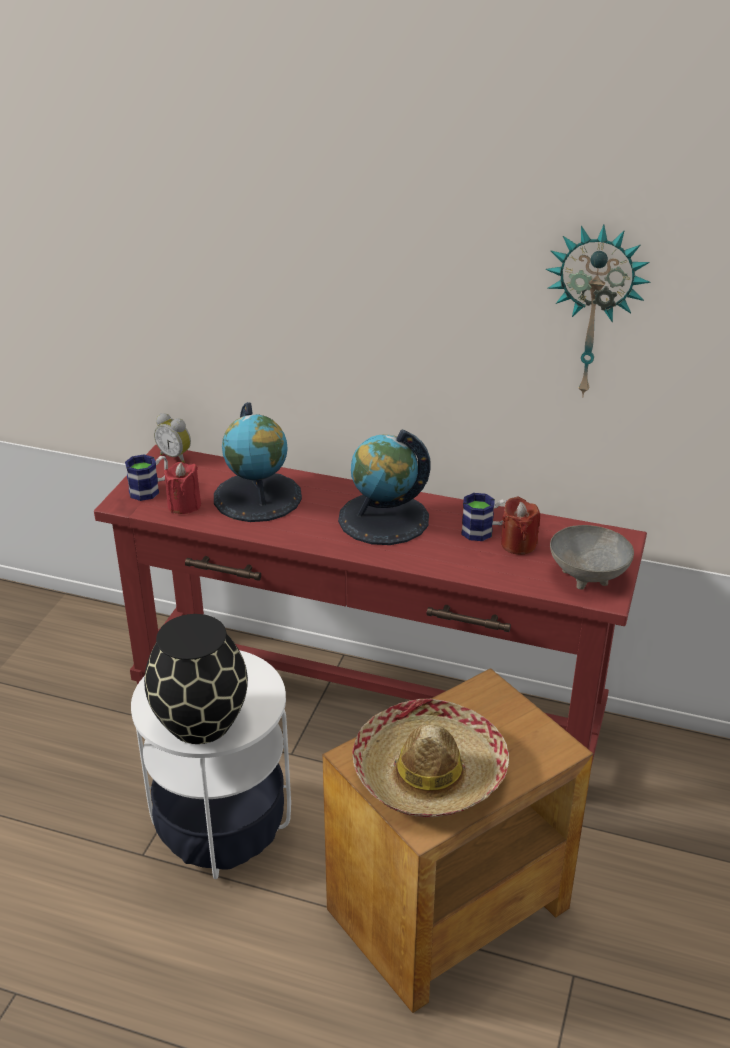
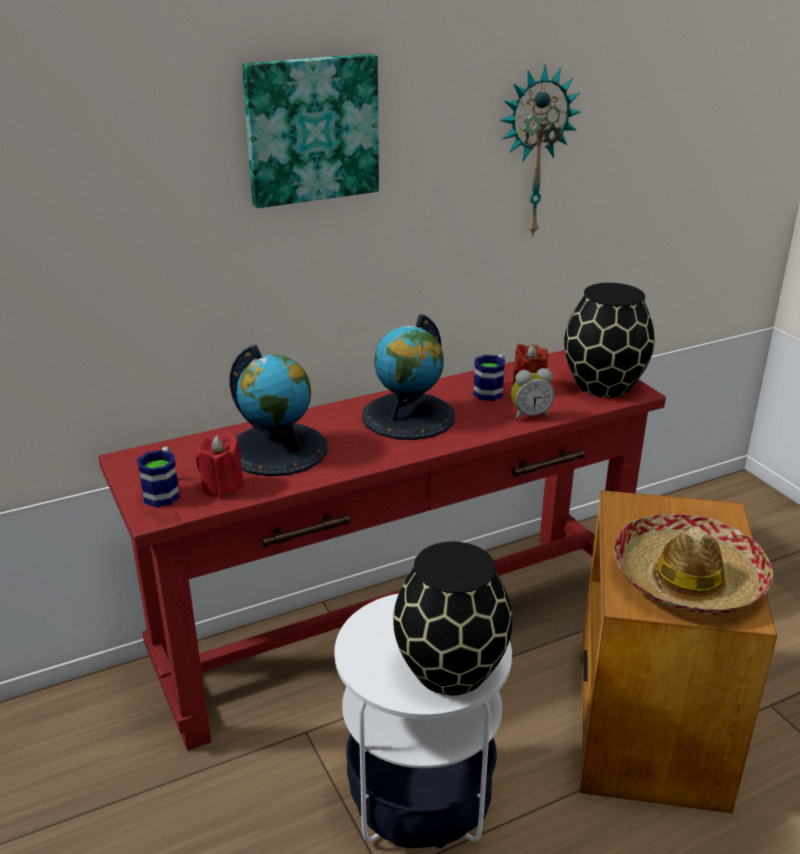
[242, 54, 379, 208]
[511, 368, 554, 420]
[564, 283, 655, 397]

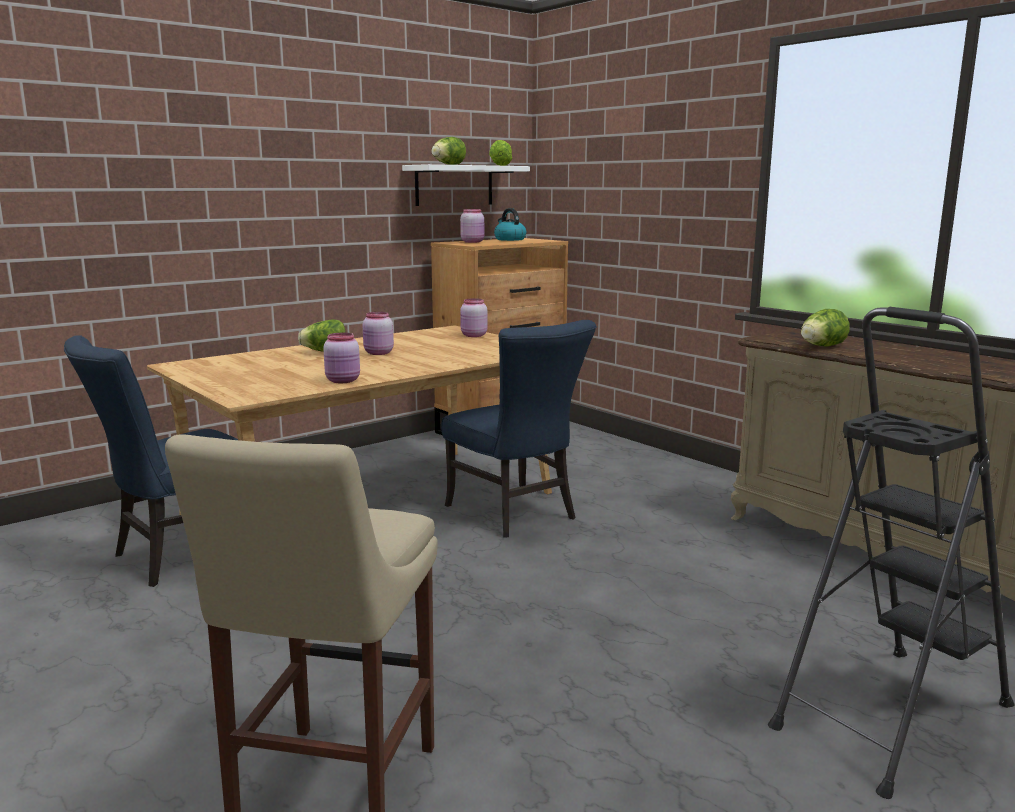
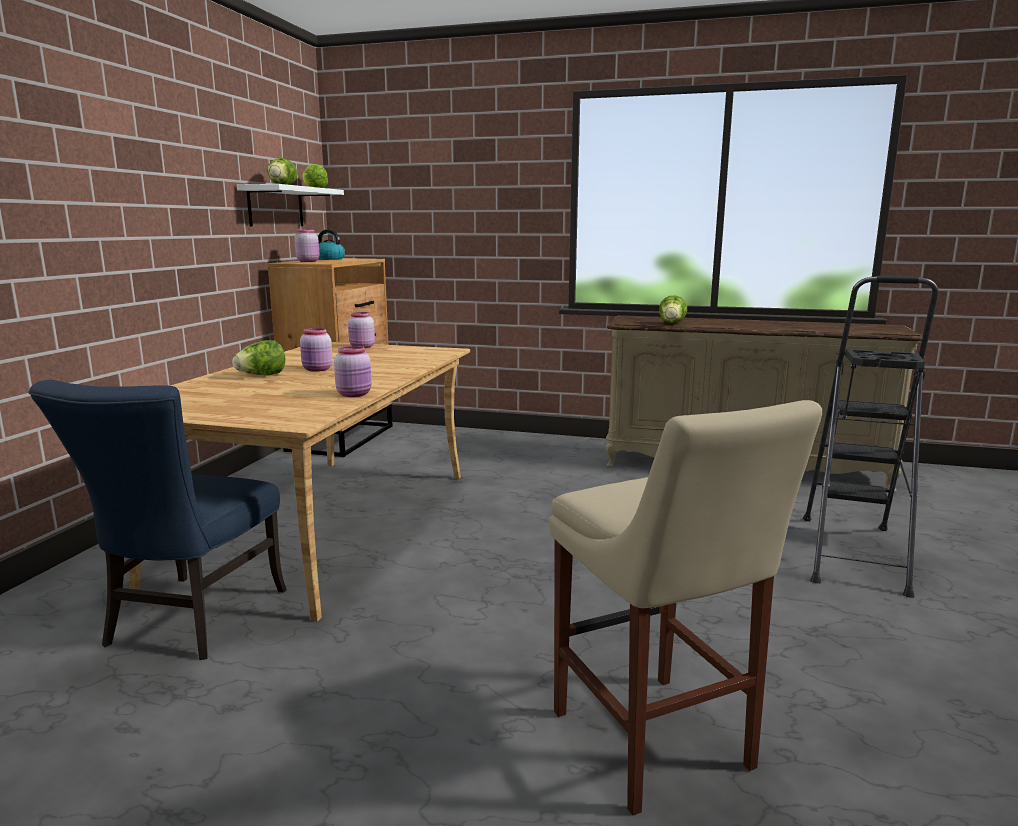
[441, 320, 597, 537] (first image)

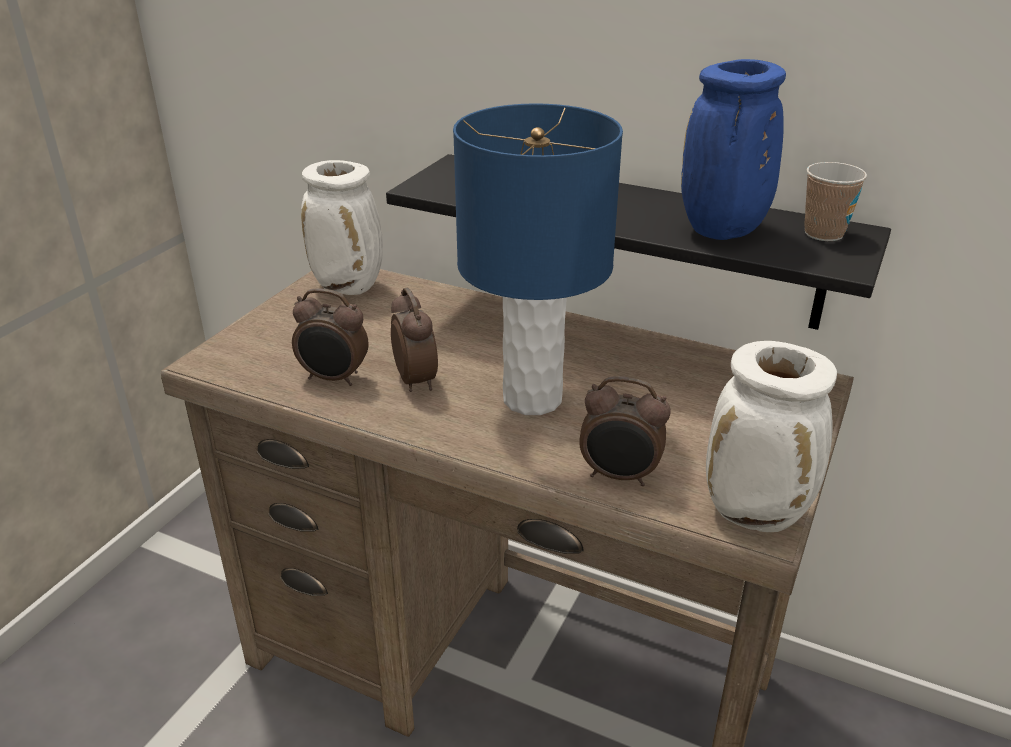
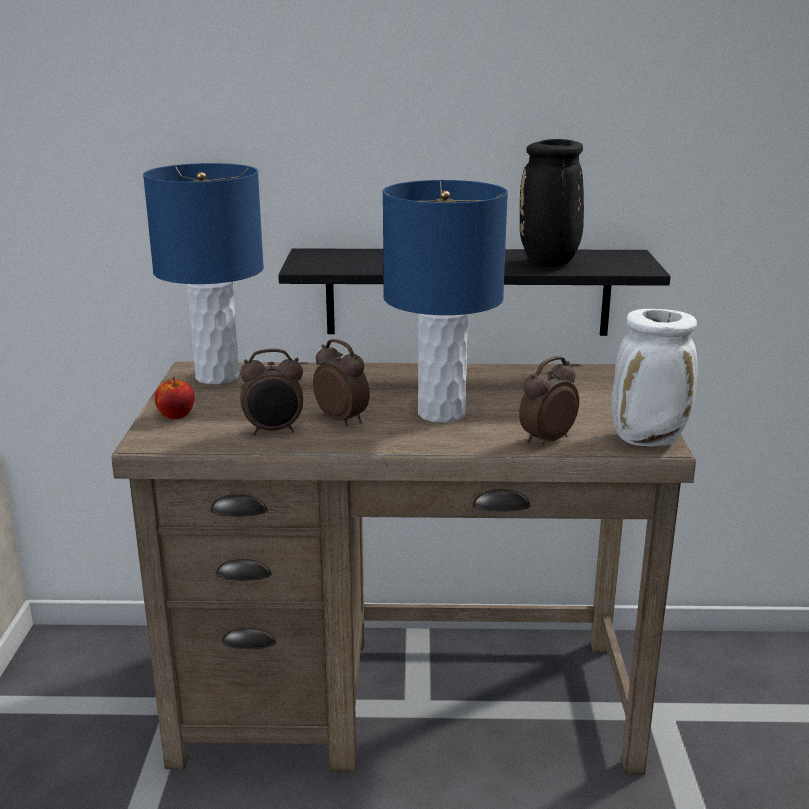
[143, 163, 264, 384]
[155, 377, 195, 419]
[519, 356, 579, 447]
[520, 139, 584, 267]
[804, 162, 867, 241] (first image)

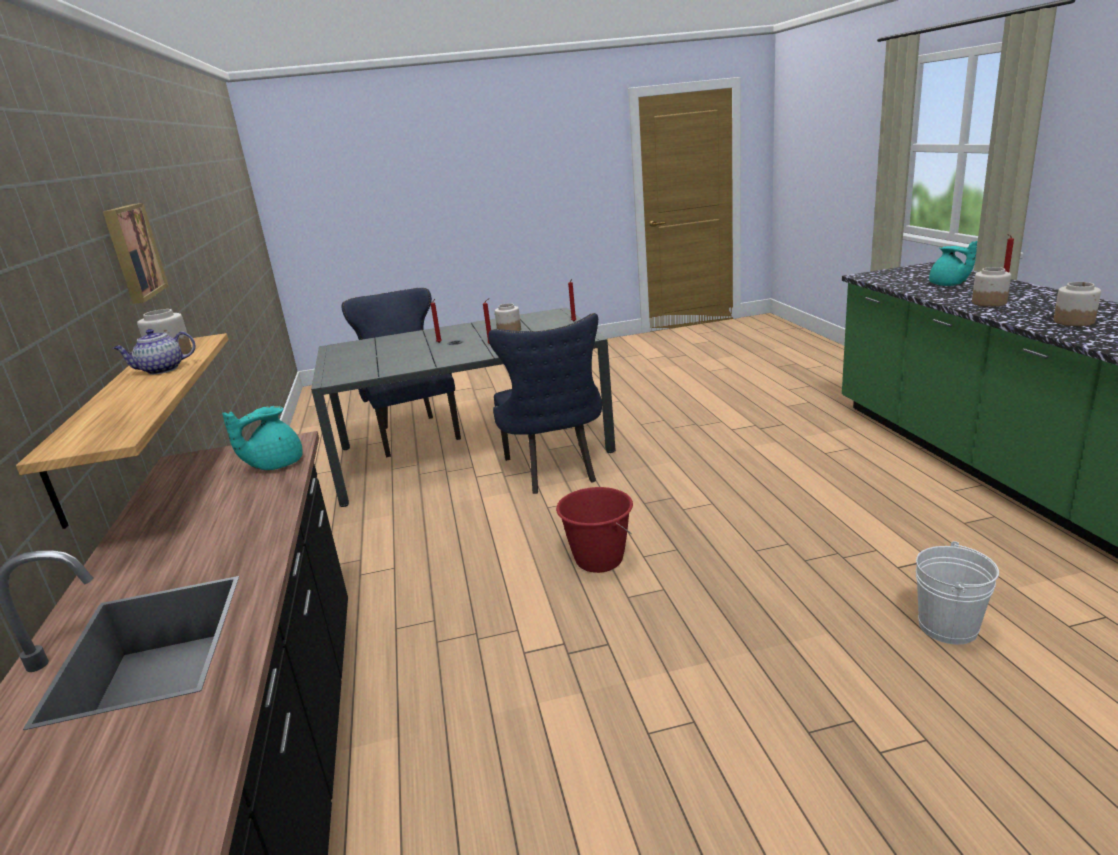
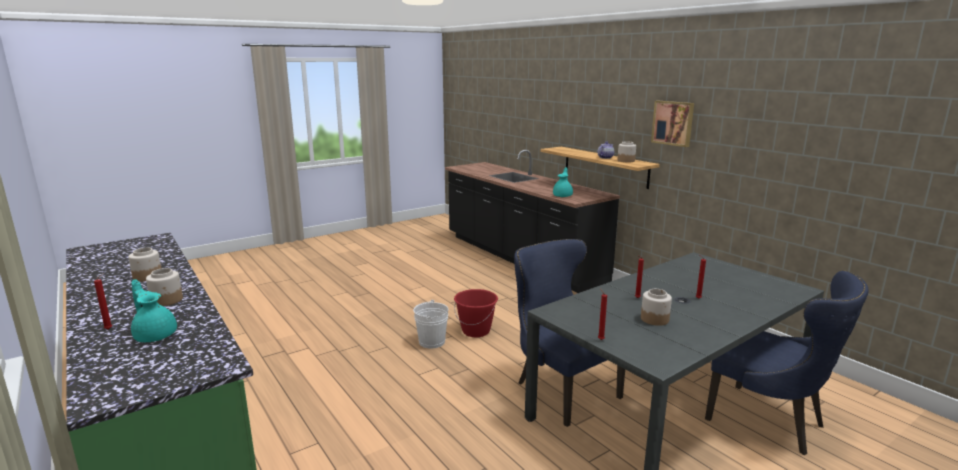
[413, 300, 448, 349]

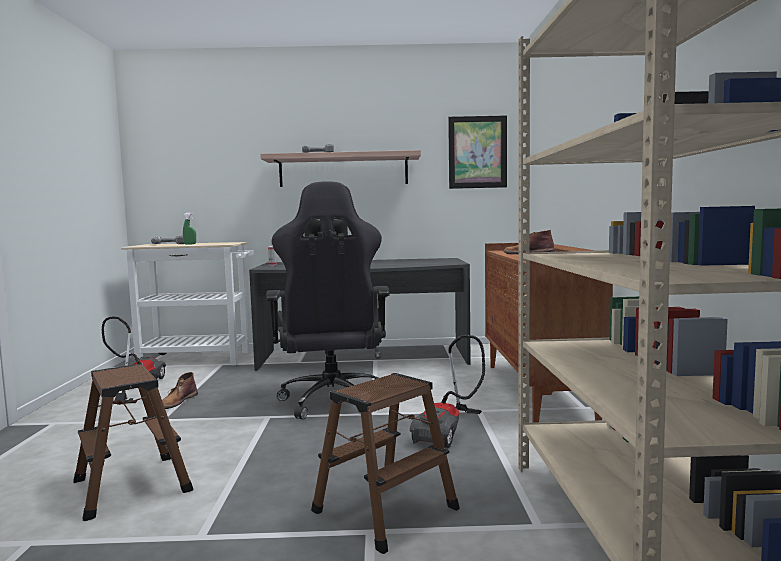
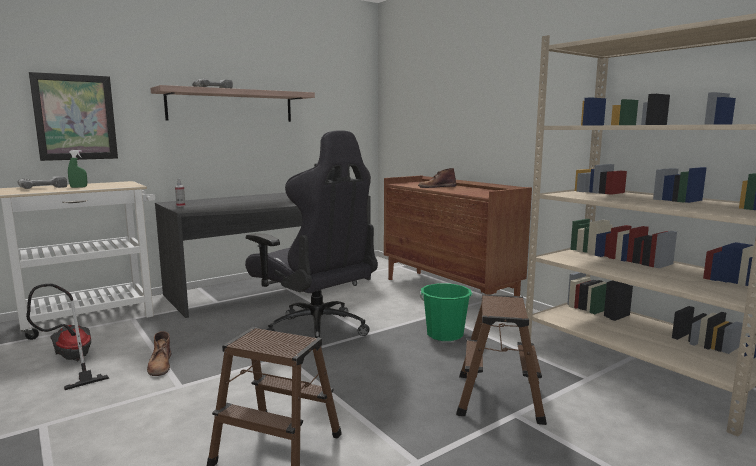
[29, 72, 118, 161]
[420, 283, 472, 341]

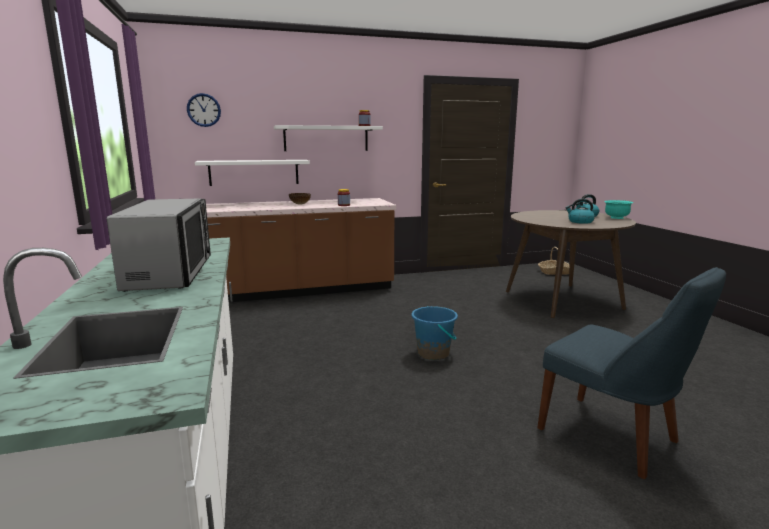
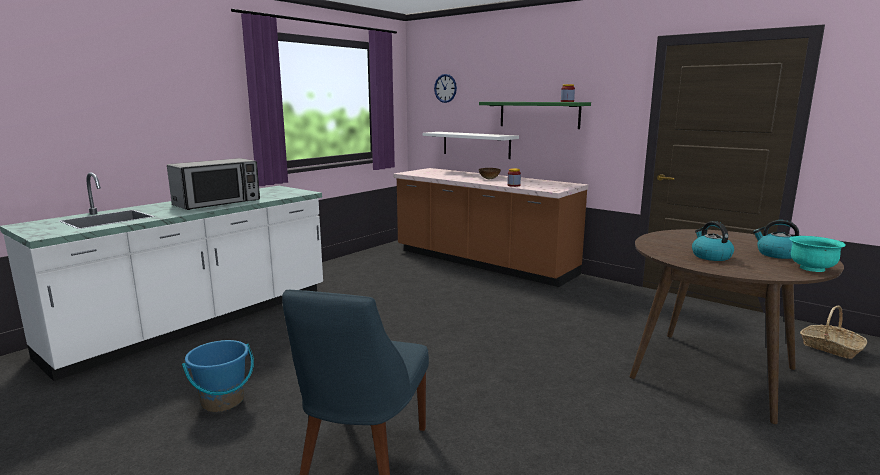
[182, 340, 254, 412]
[479, 102, 591, 129]

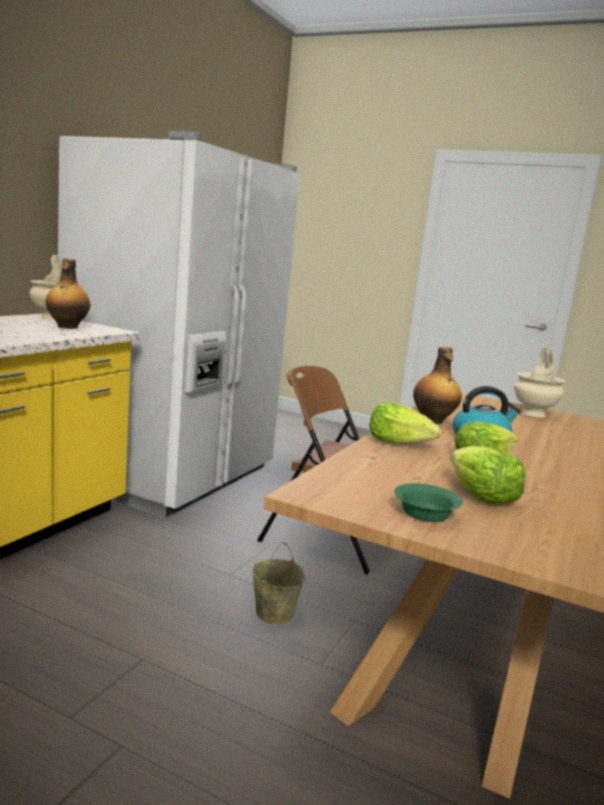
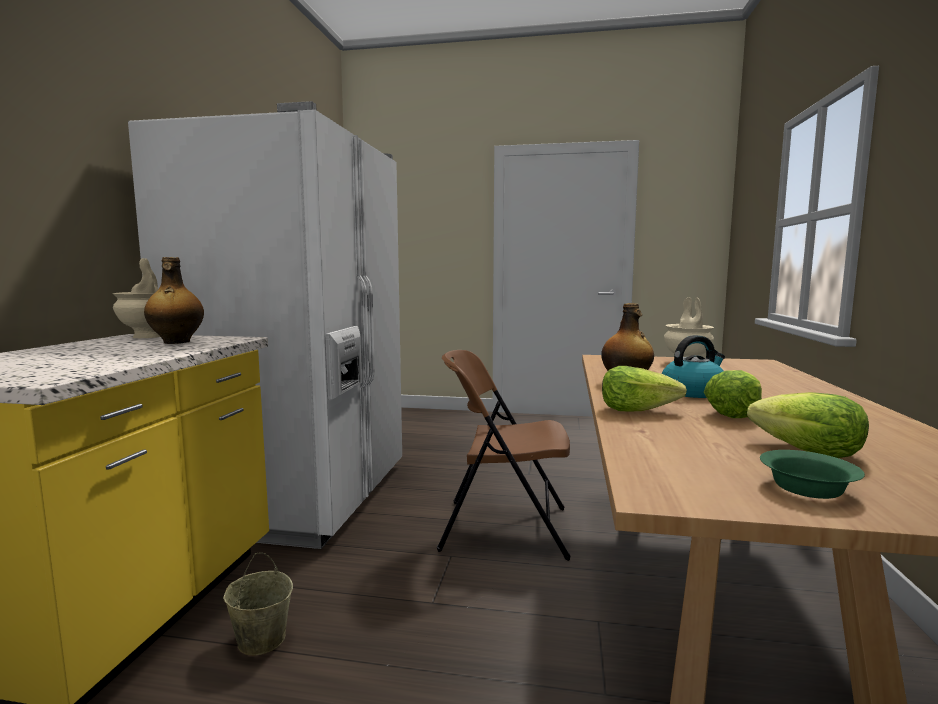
[223, 552, 293, 656]

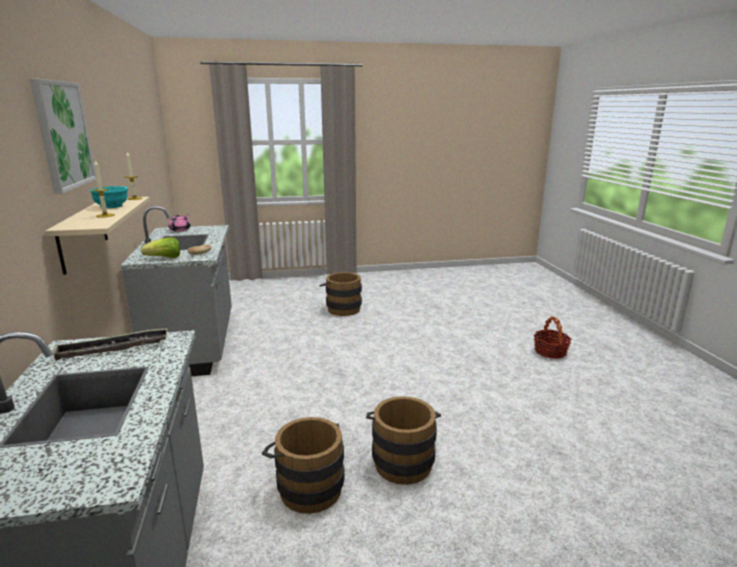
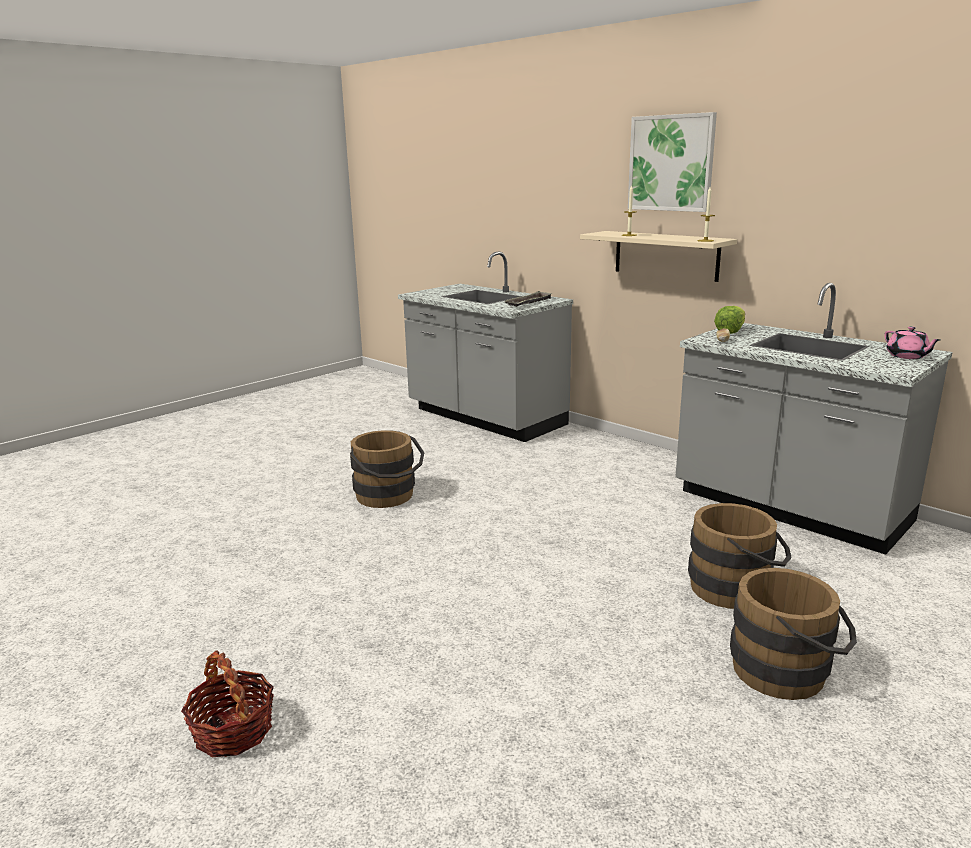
[688, 503, 792, 609]
[90, 186, 128, 208] (first image)

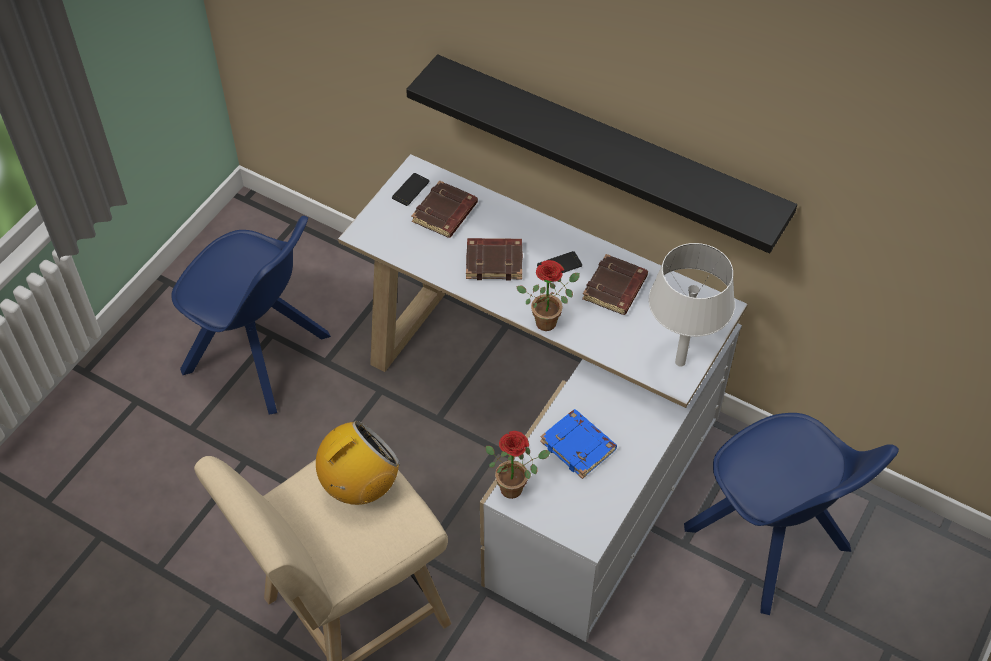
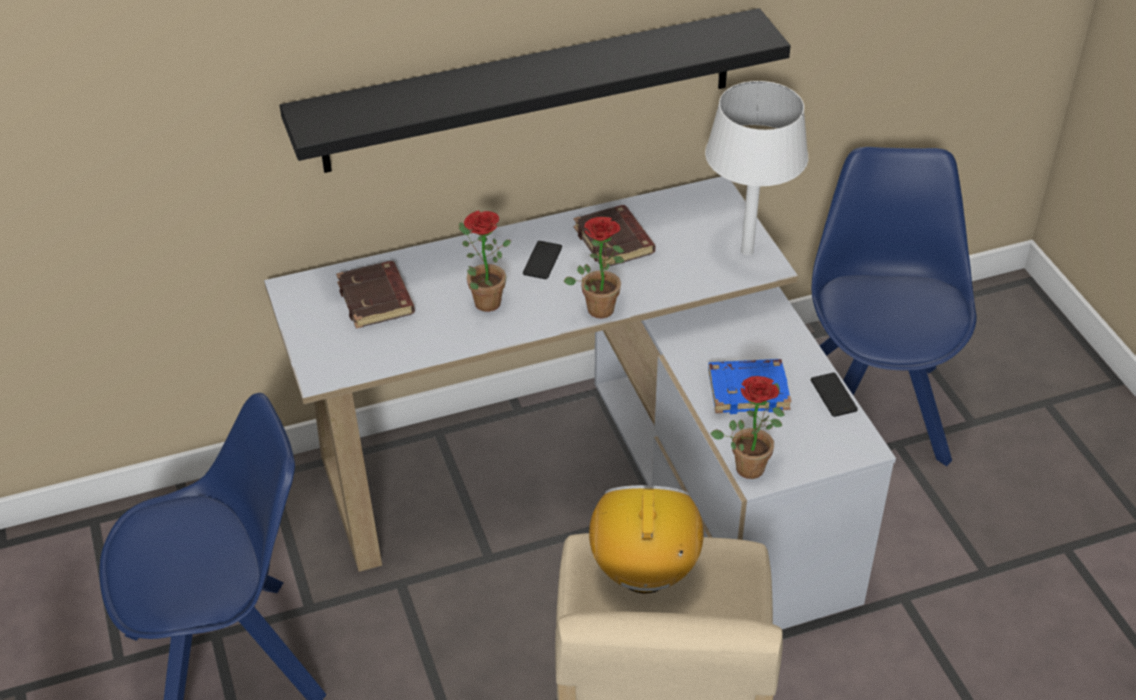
[459, 210, 511, 312]
[811, 373, 858, 417]
[812, 147, 977, 466]

